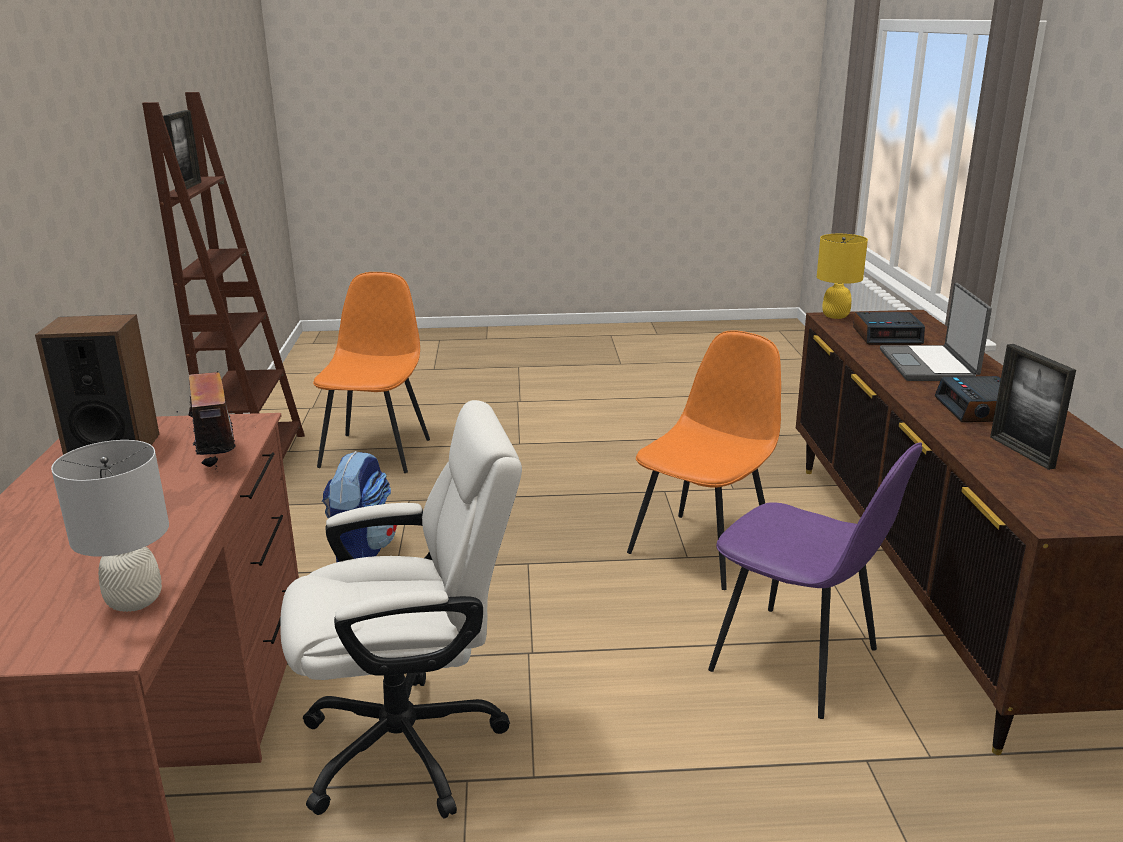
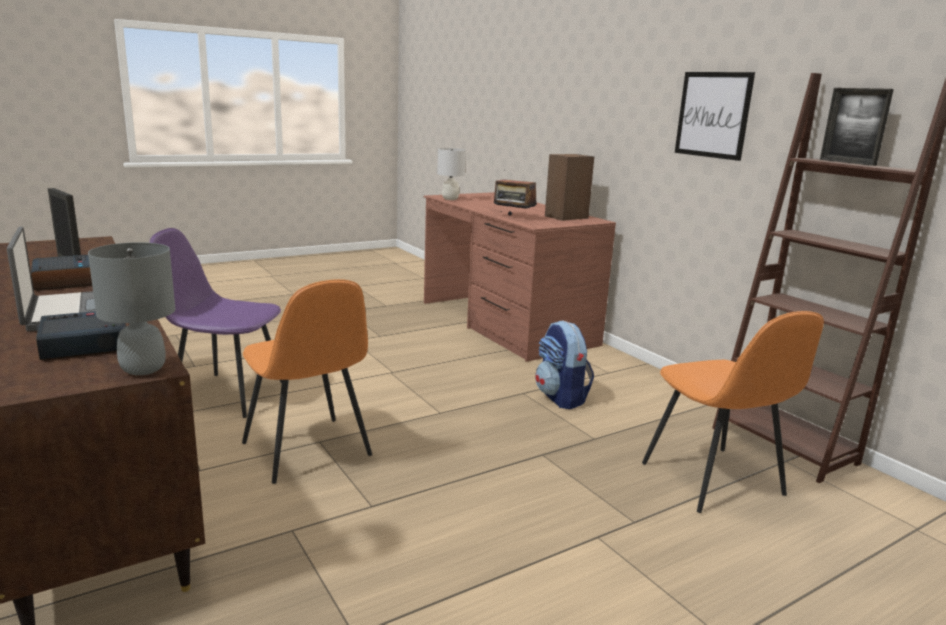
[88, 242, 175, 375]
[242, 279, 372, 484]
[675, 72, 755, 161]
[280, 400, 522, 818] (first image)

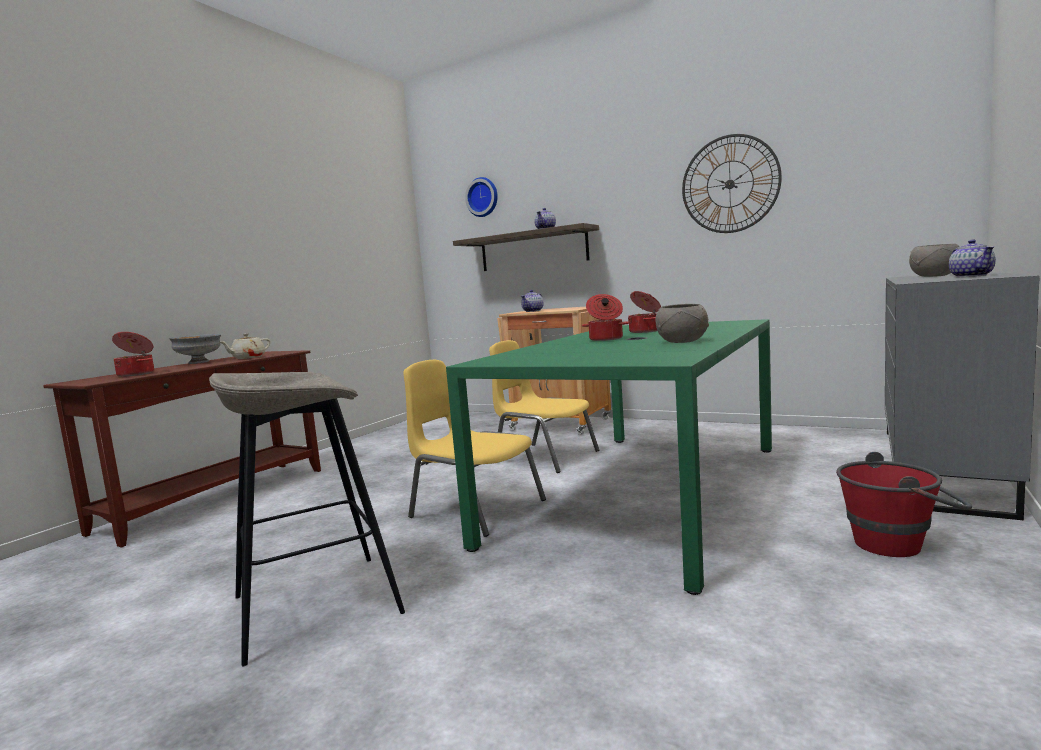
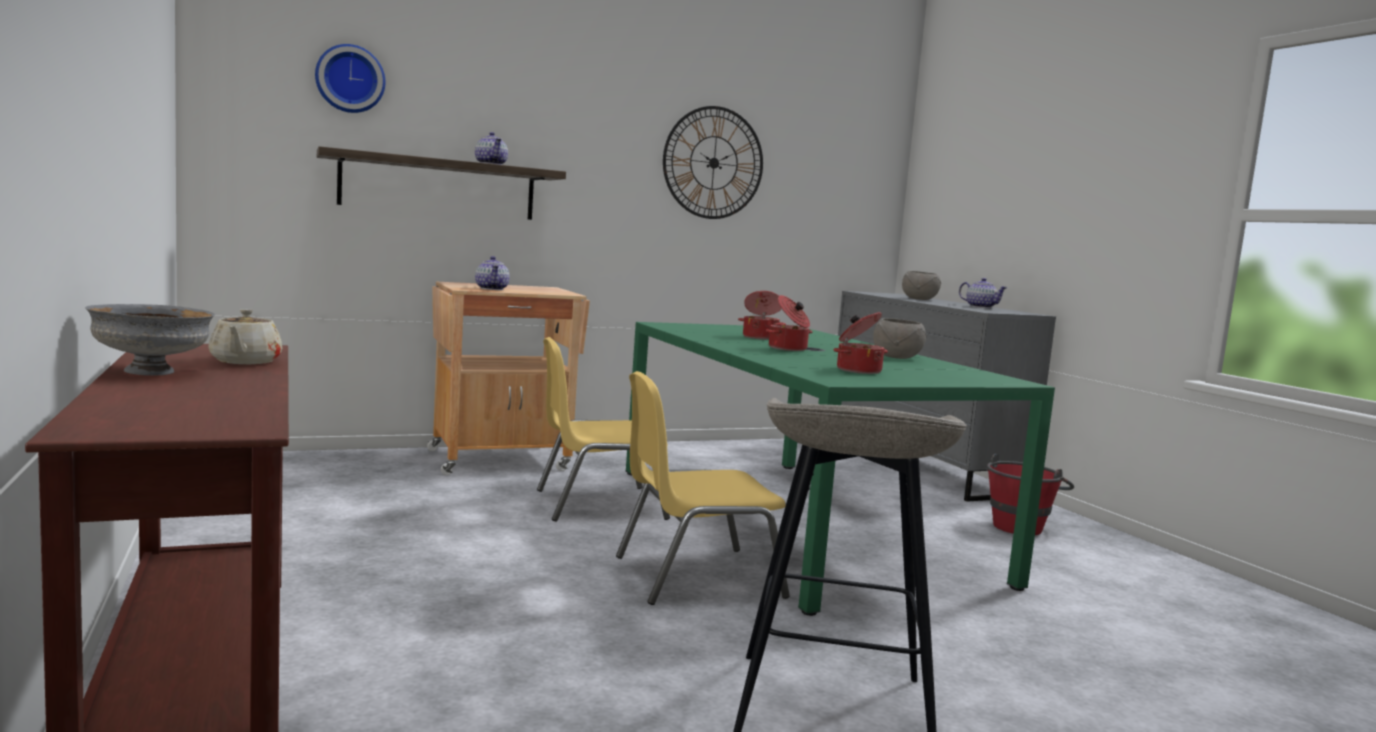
[834, 312, 888, 374]

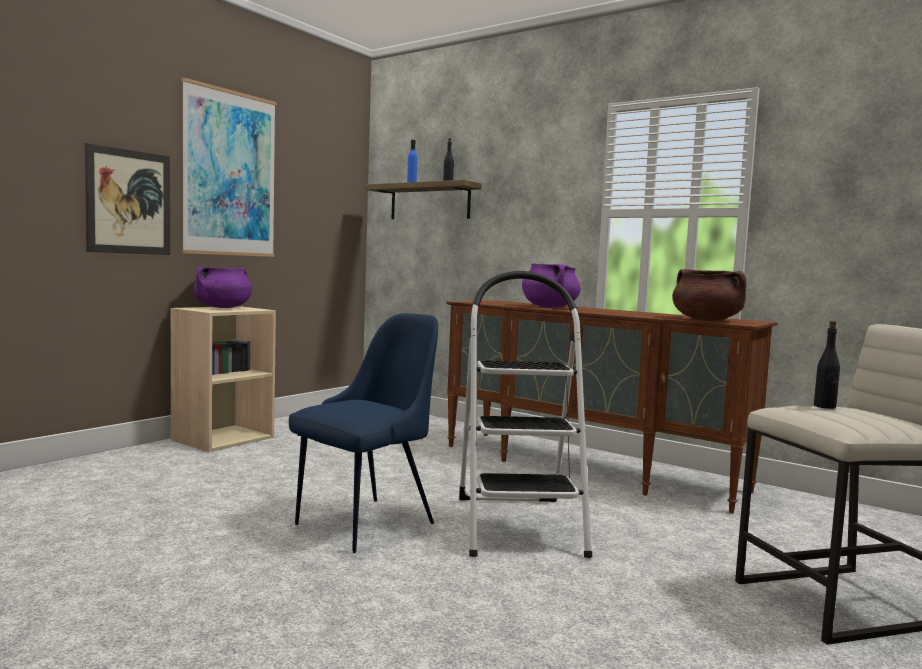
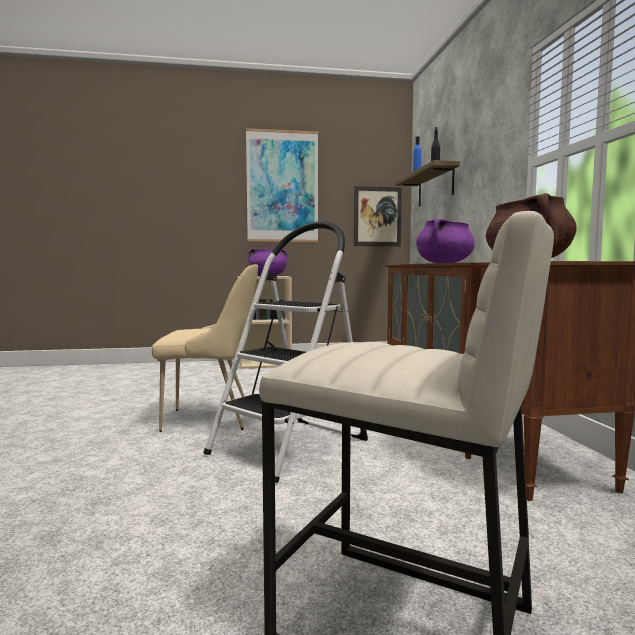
[152, 264, 258, 432]
[354, 186, 402, 246]
[814, 321, 840, 409] (first image)

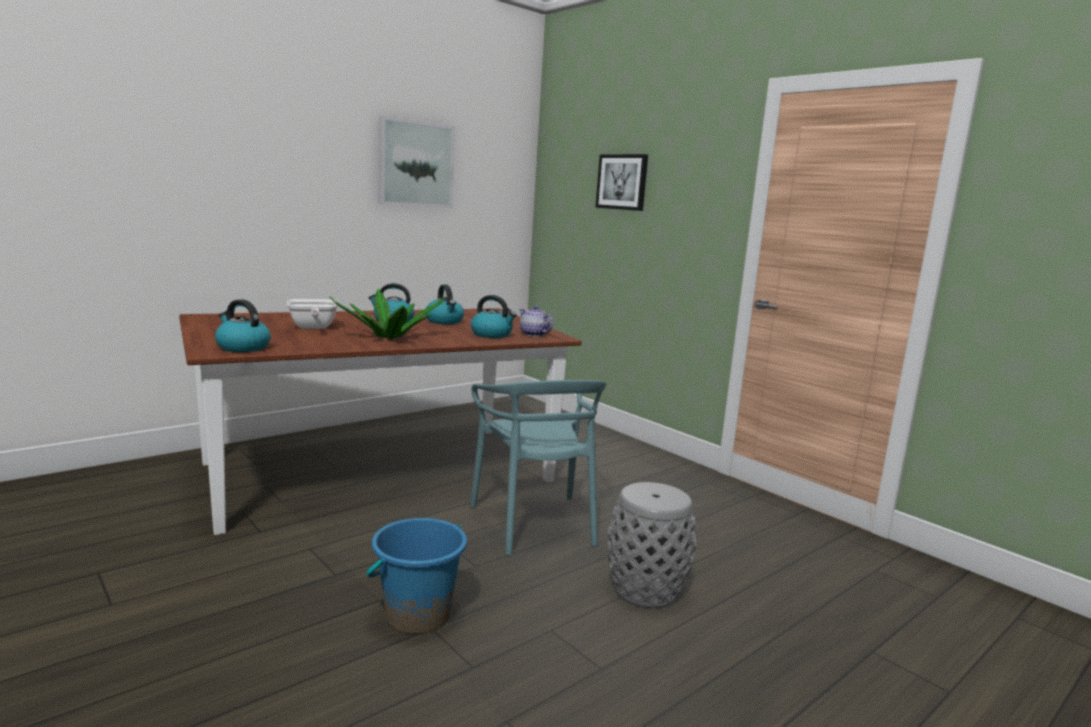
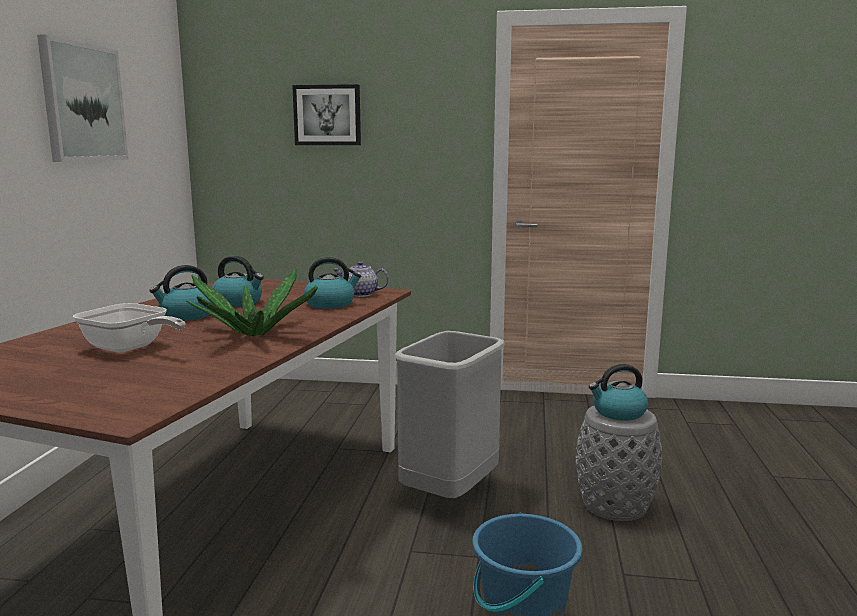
[394, 331, 505, 498]
[589, 364, 648, 421]

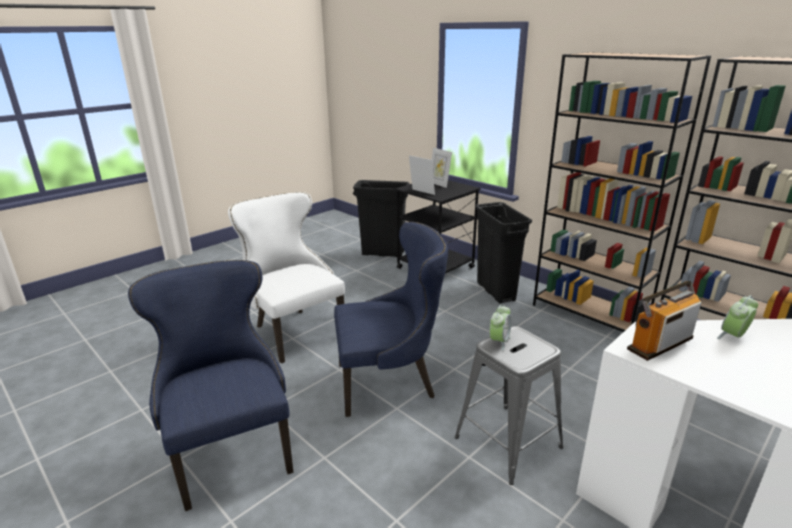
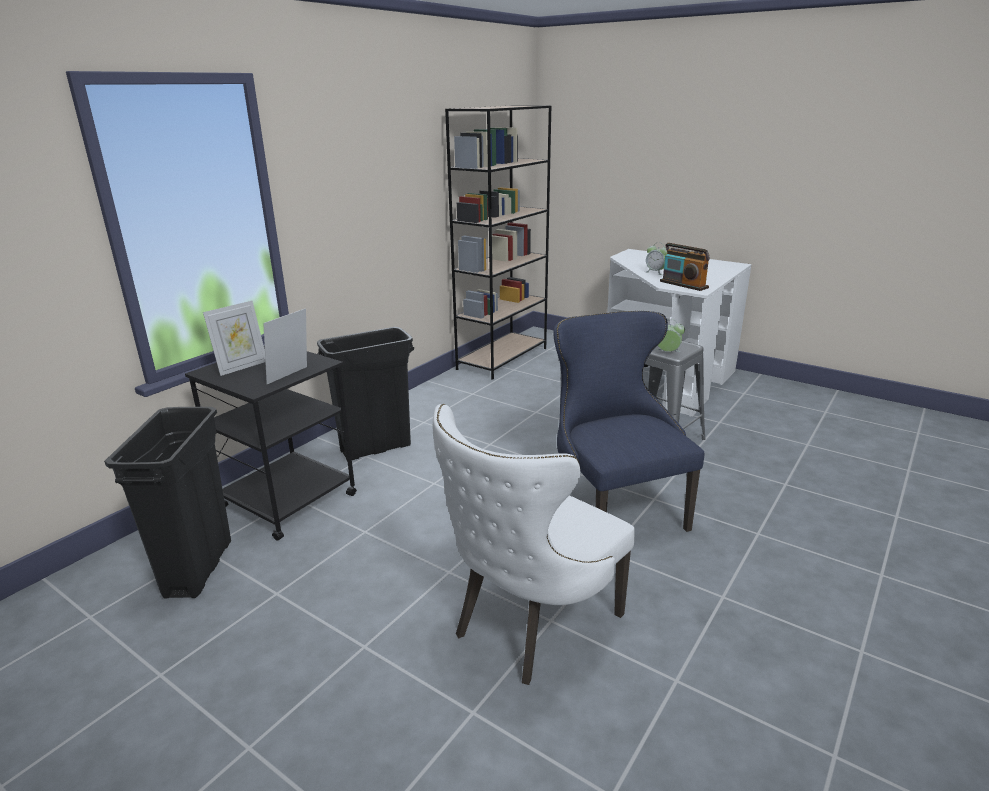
[128, 260, 293, 511] (first image)
[533, 52, 711, 332] (first image)

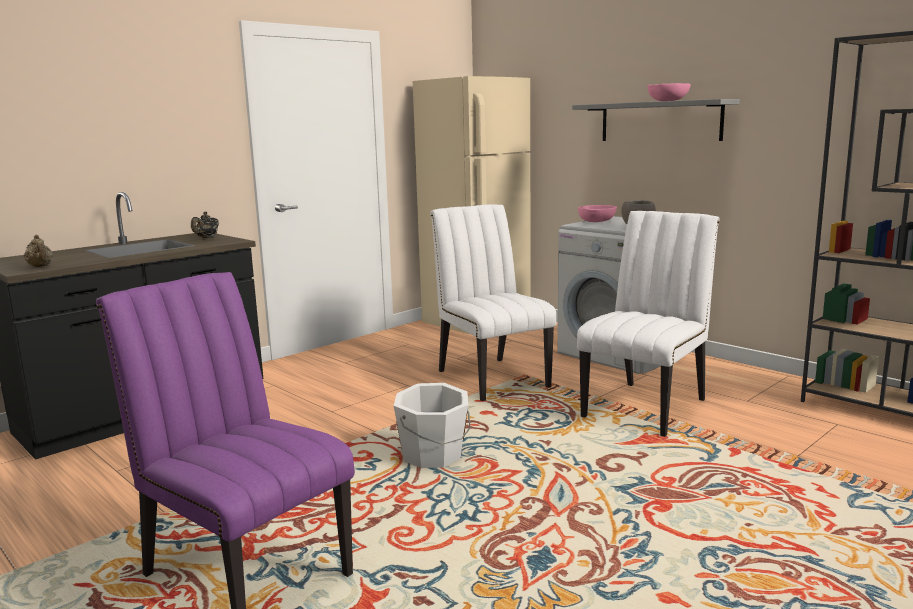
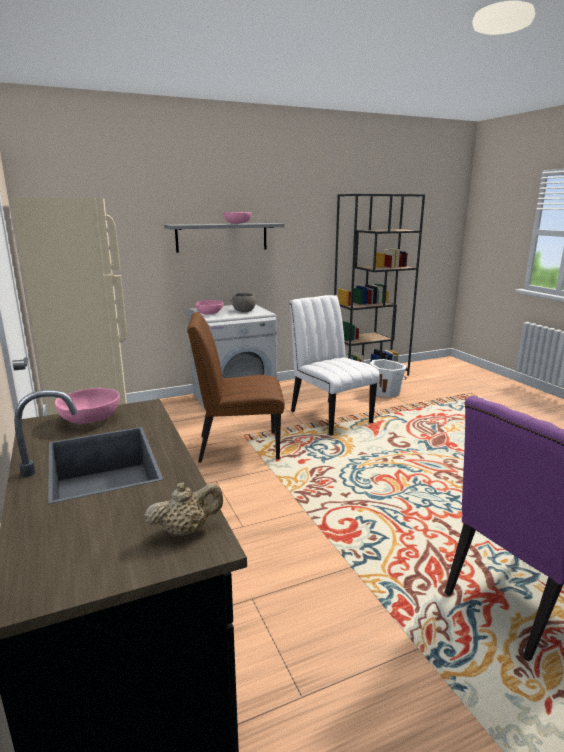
[55, 388, 120, 424]
[187, 312, 285, 463]
[370, 359, 407, 398]

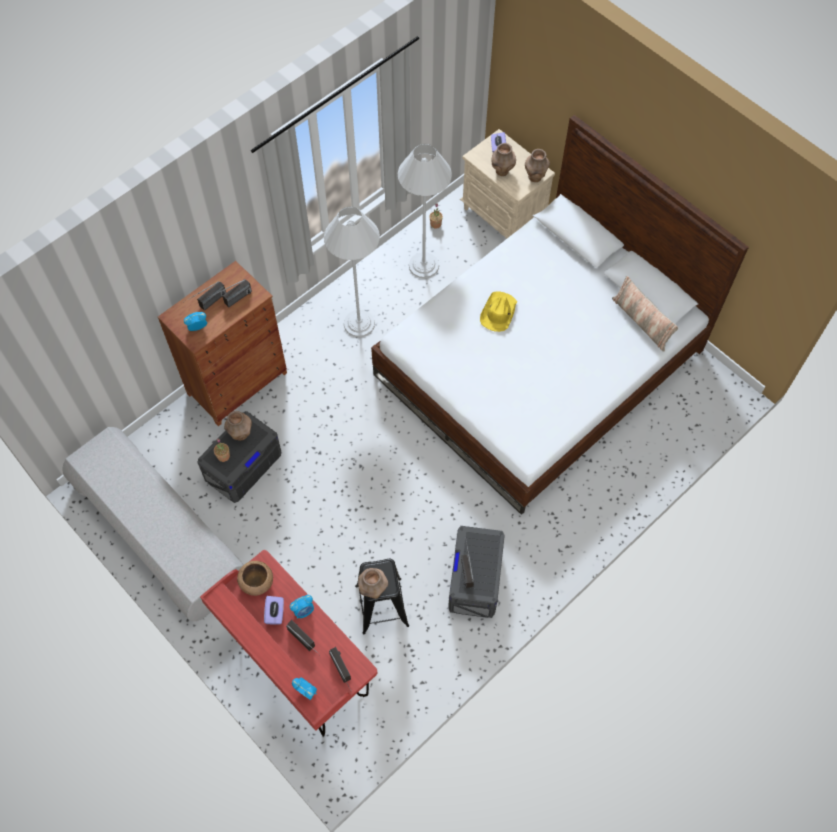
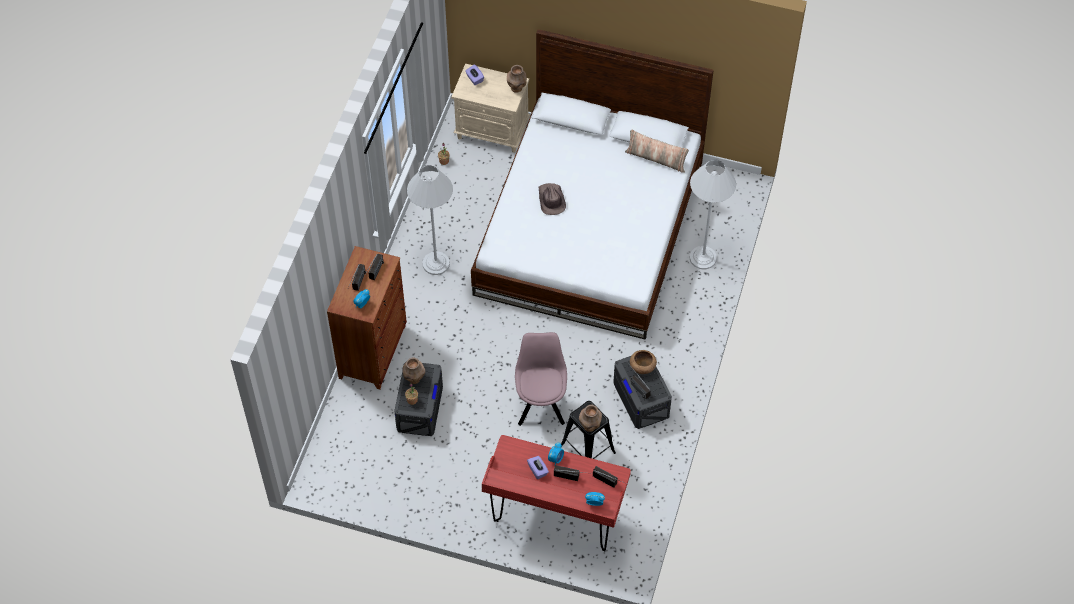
[515, 332, 567, 426]
[539, 183, 566, 215]
[630, 350, 657, 374]
[689, 159, 736, 269]
[62, 427, 244, 621] (first image)
[492, 143, 516, 176] (first image)

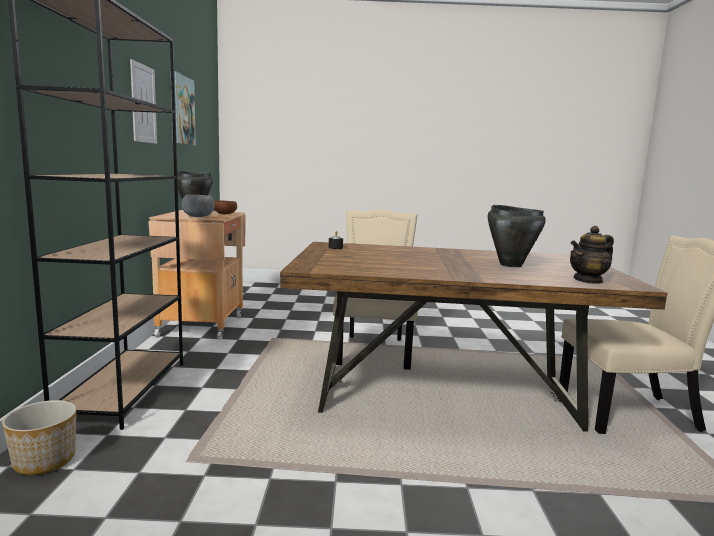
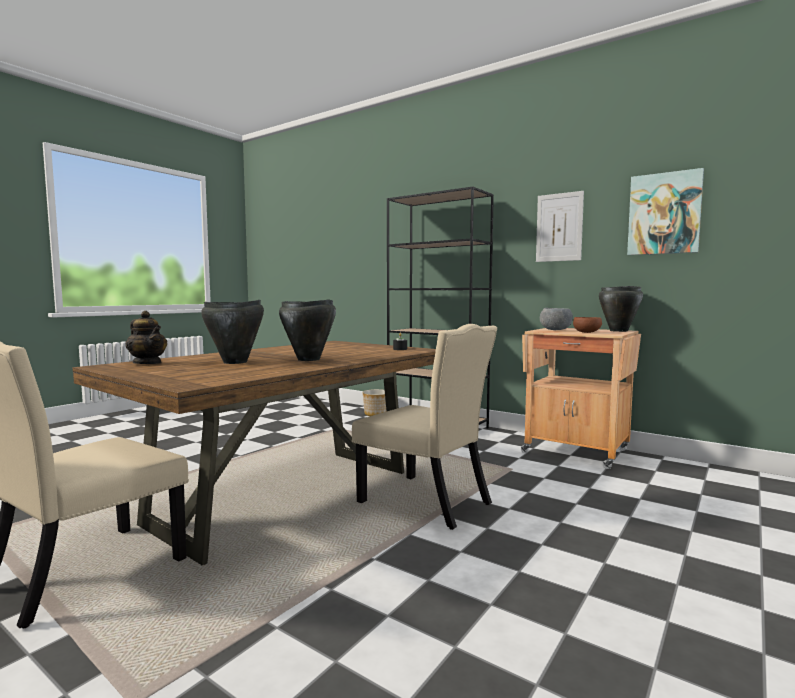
[125, 311, 167, 364]
[279, 300, 336, 361]

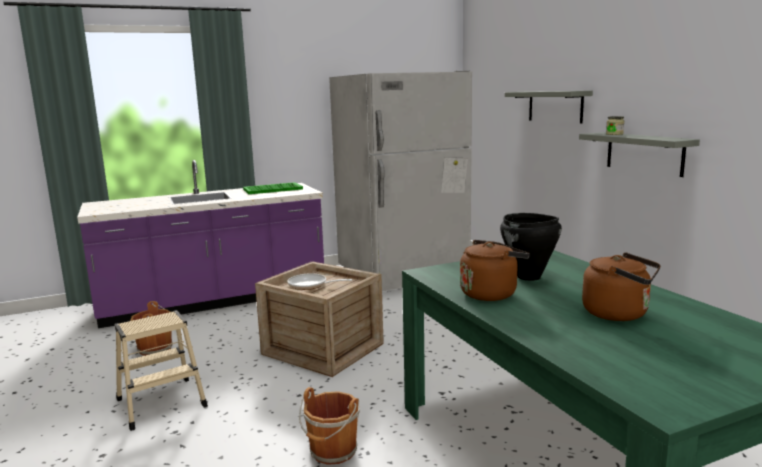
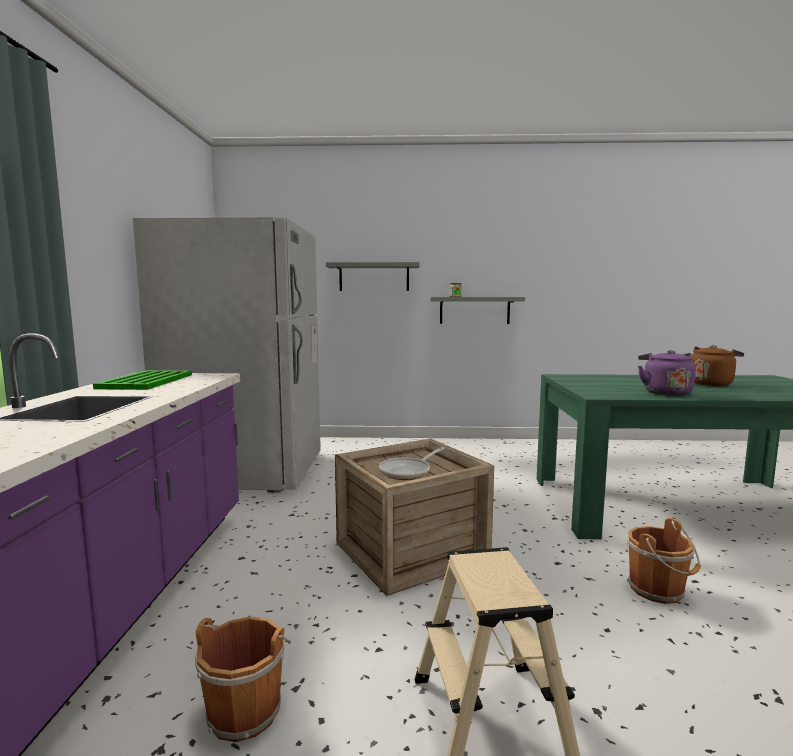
[638, 350, 696, 396]
[500, 213, 562, 281] (first image)

